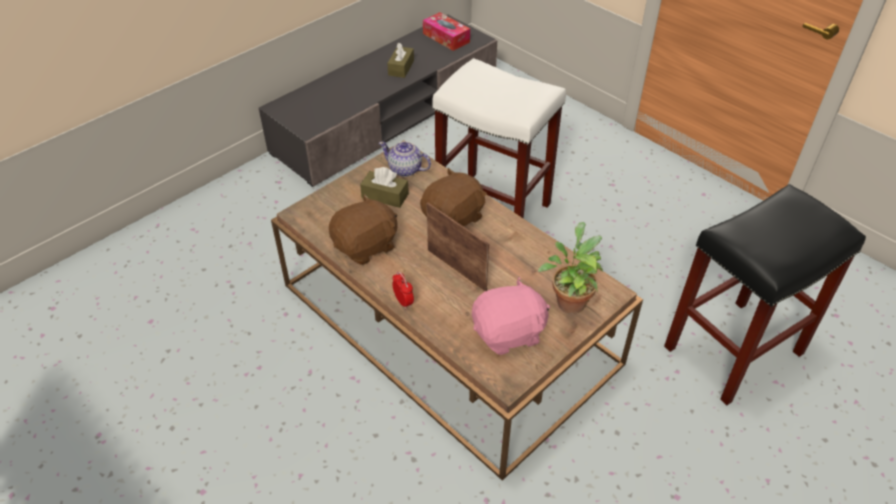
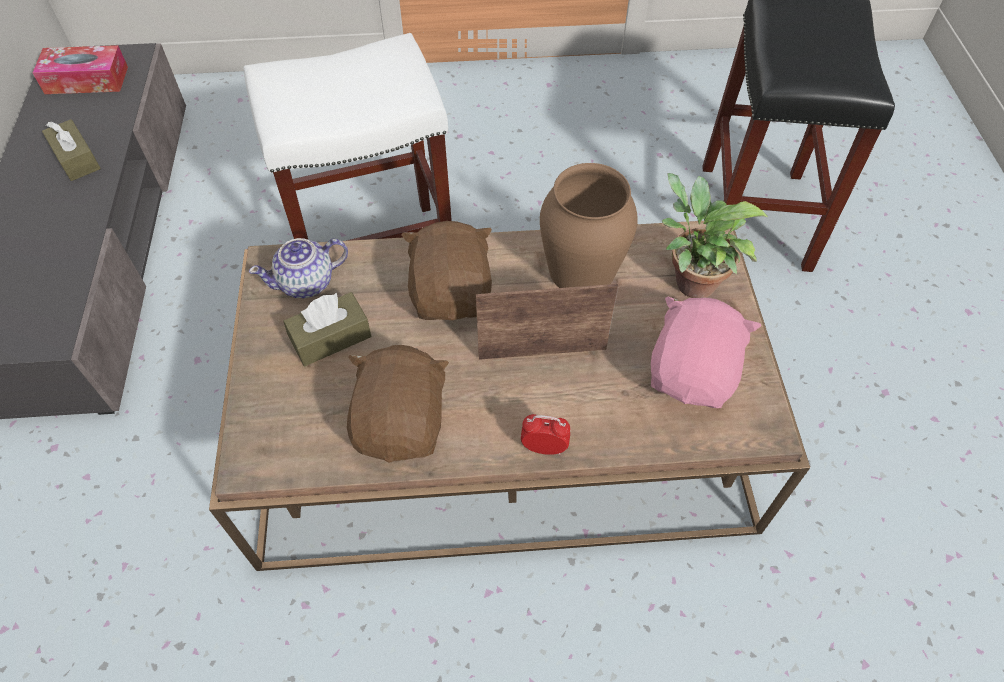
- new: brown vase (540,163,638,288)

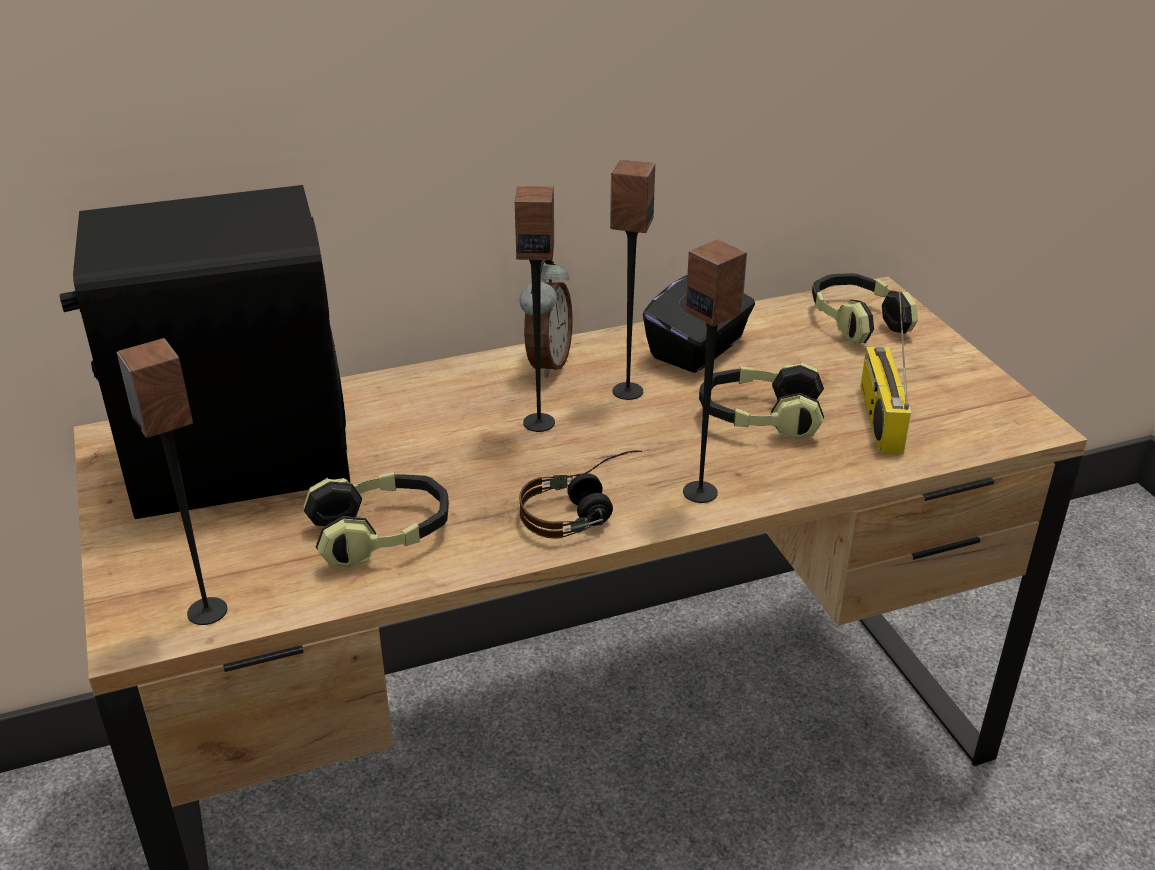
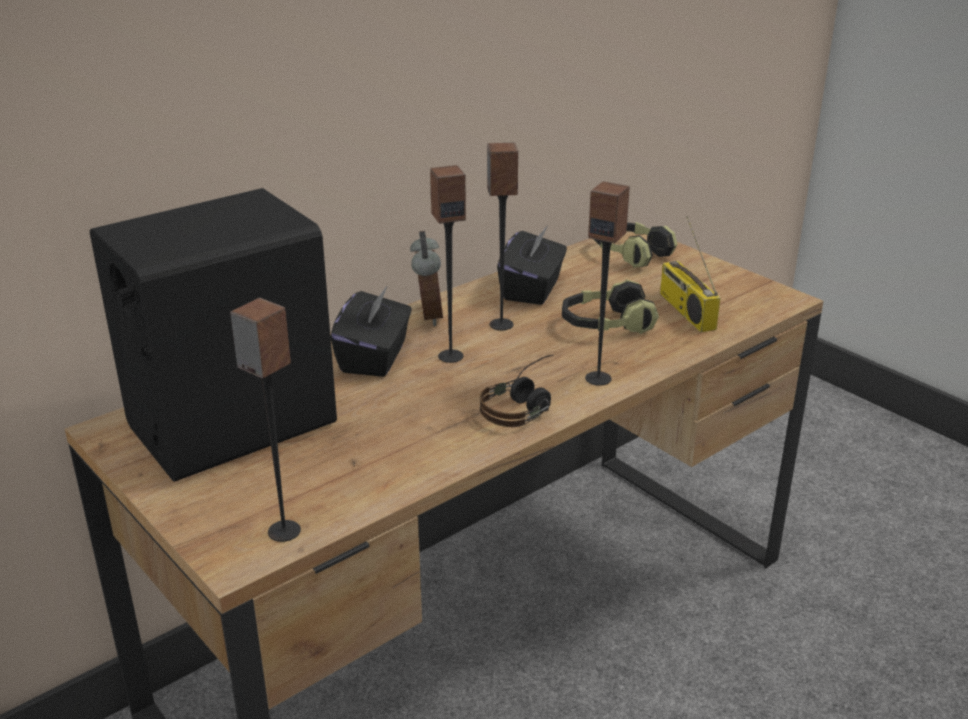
- gone: headphones (304,472,449,568)
- new: black tissue box (330,285,412,377)

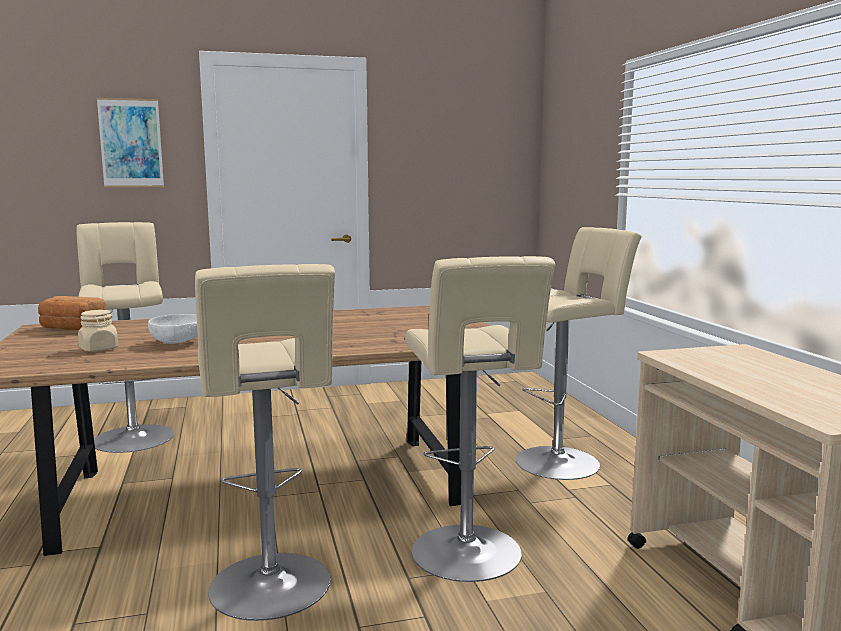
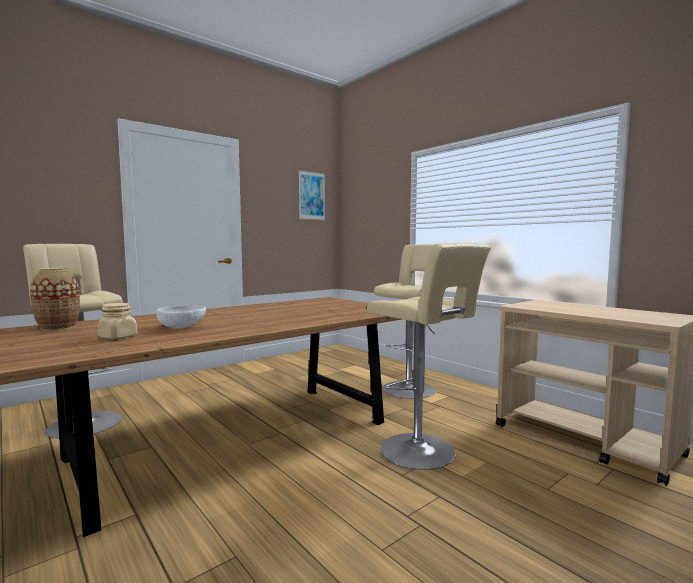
- shifted: picture (97,98,164,187) to (298,170,325,221)
- gone: beige stool (195,264,335,621)
- swapped: bread (38,296,106,330) to vase (30,268,80,331)

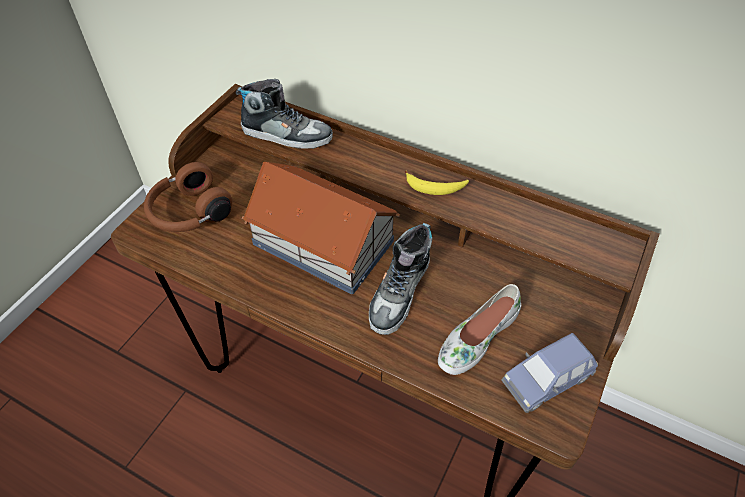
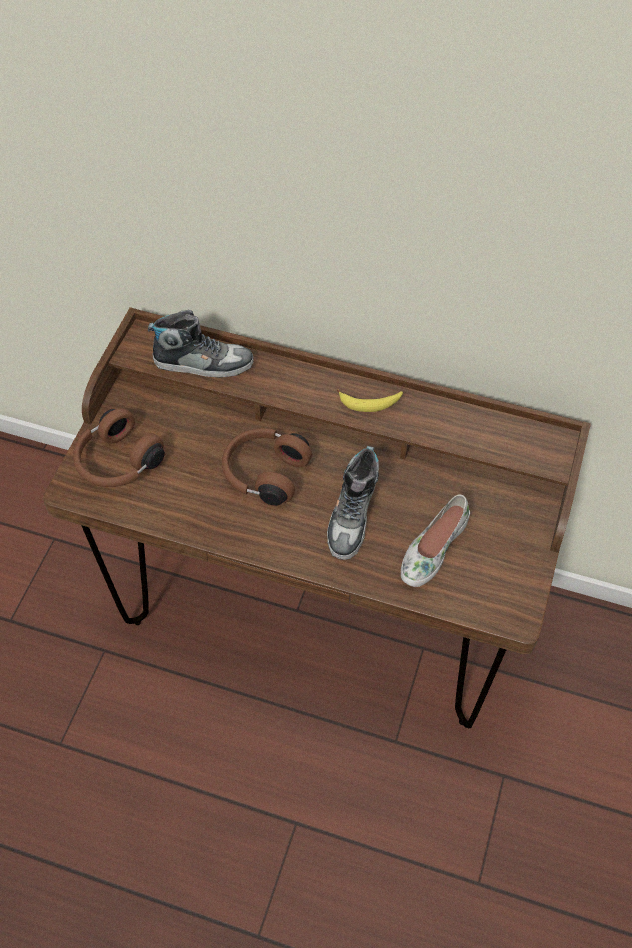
- swapped: toy house (242,162,400,294) to brown headphones (222,428,312,506)
- gone: blue toy car (501,333,598,413)

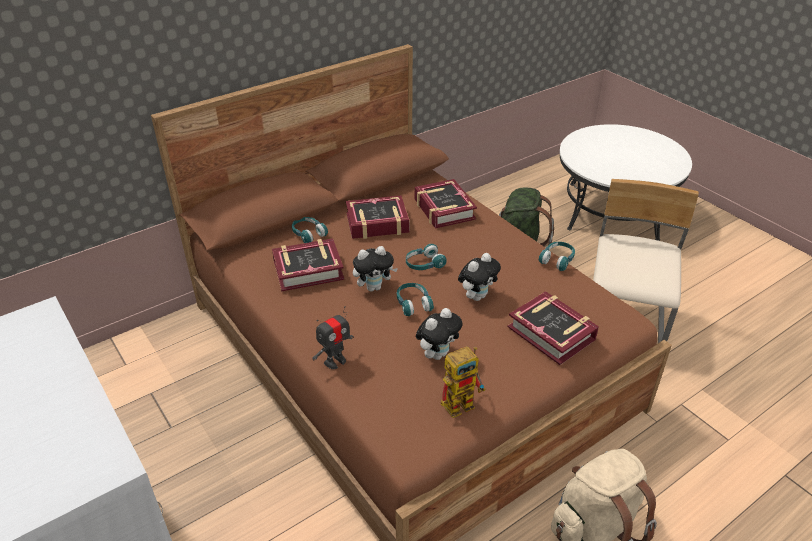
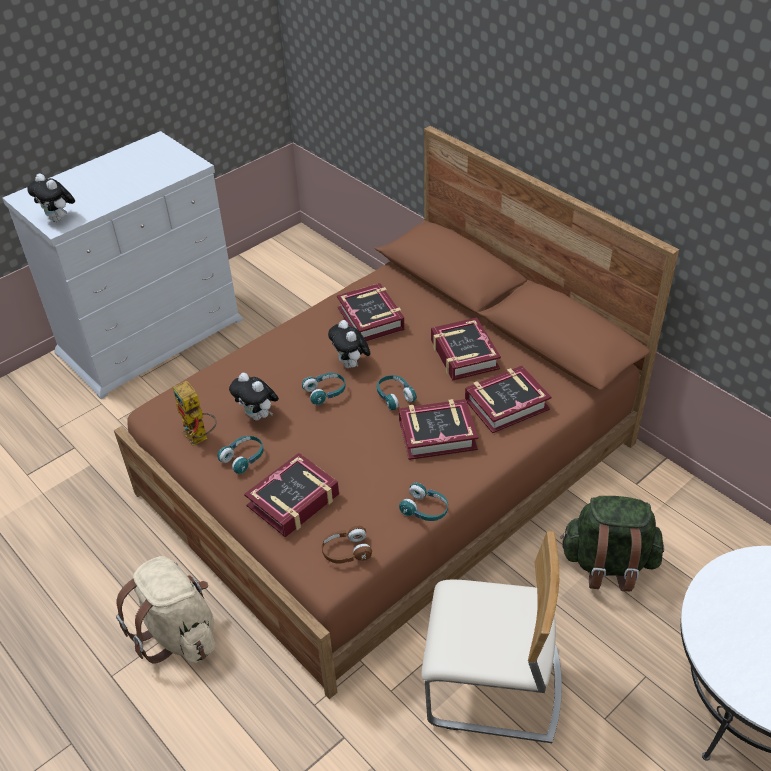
- shifted: turquoise headphones (292,217,328,243) to (217,436,264,474)
- shifted: plush toy (458,253,501,301) to (27,173,75,222)
- gone: toy robot (312,306,354,369)
- new: book (399,399,478,460)
- new: brown headphones (322,526,372,564)

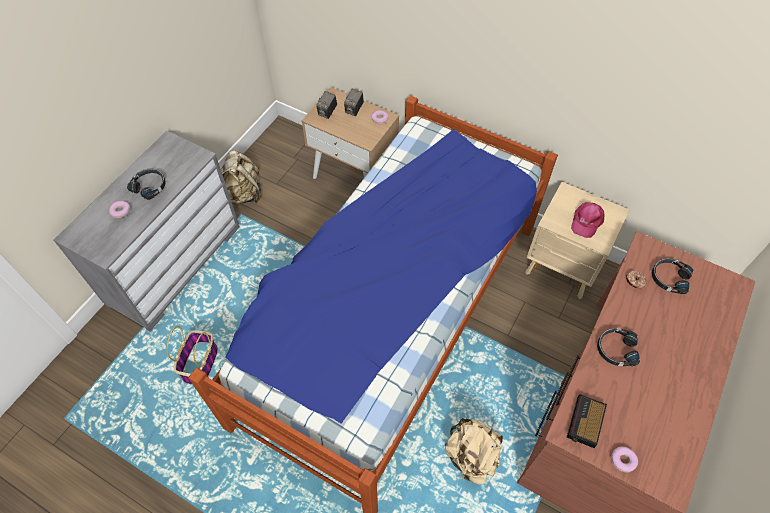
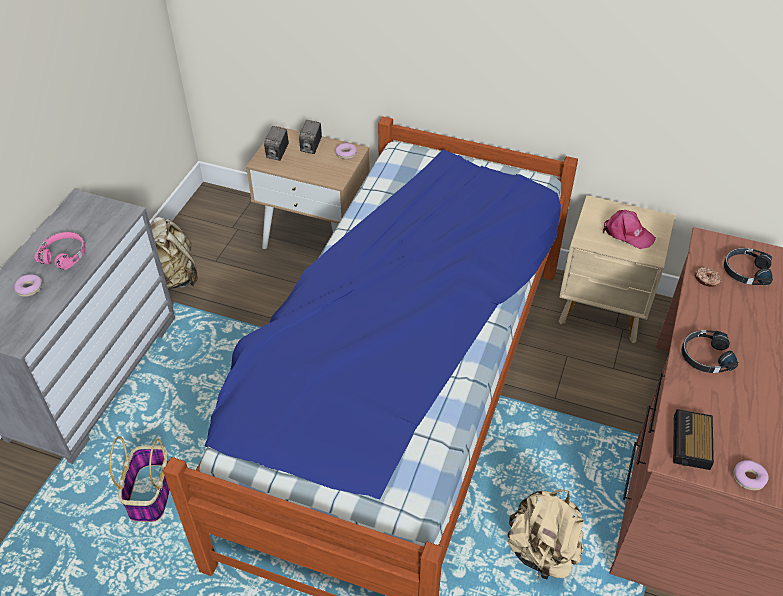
- repainted: black headphones (127,169,166,200) to pink headphones (34,232,86,270)
- rotated: pink cap (571,202,604,238) = (603,210,656,249) 75 degrees counterclockwise

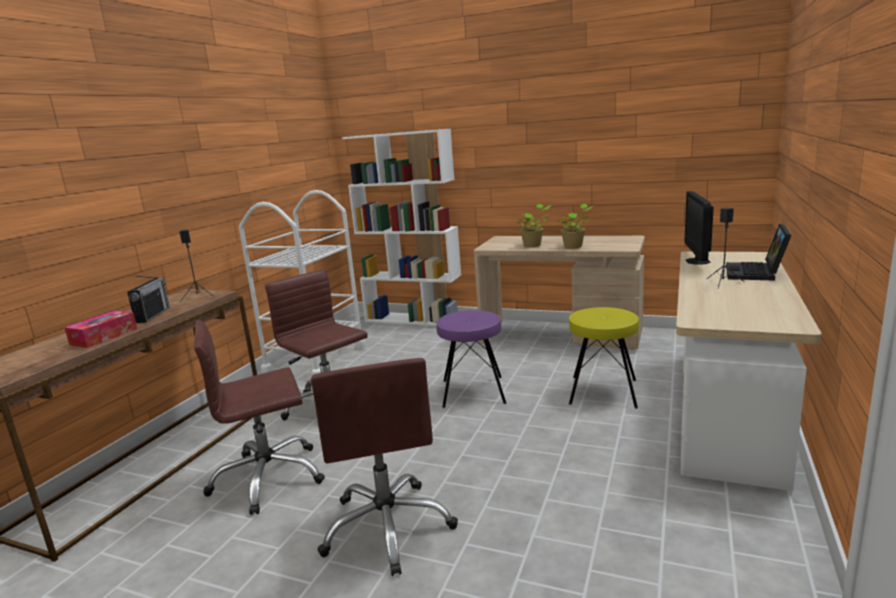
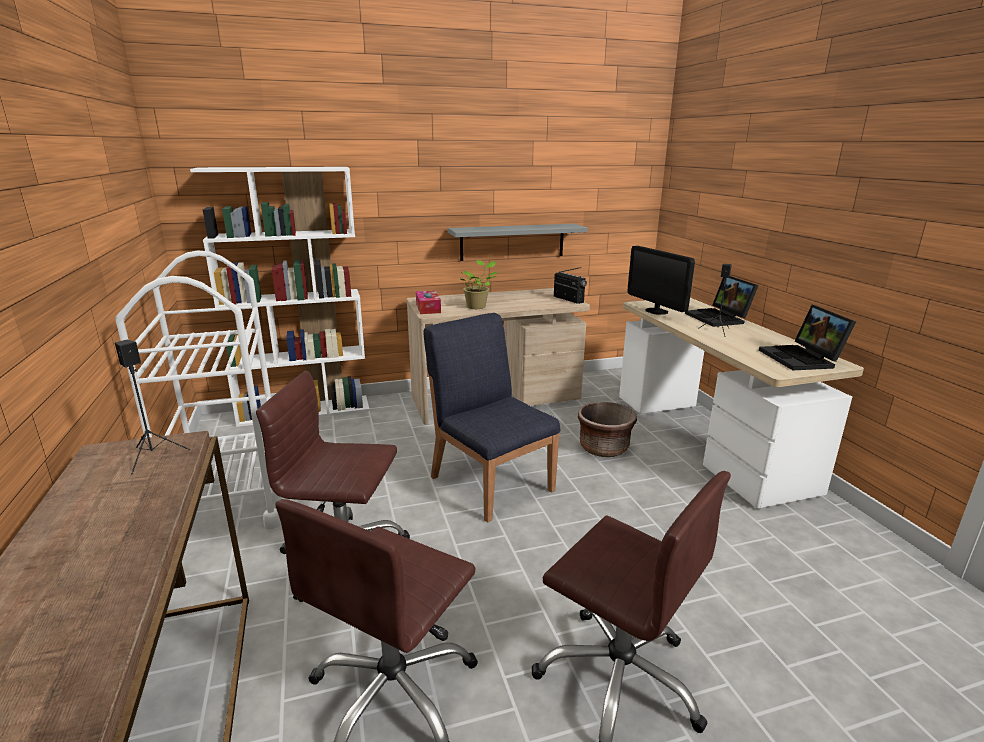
- gone: potted plant (555,204,593,249)
- shifted: radio (127,275,170,323) to (554,267,587,304)
- swapped: yellow stool (569,307,639,409) to brown planter (578,402,637,457)
- shifted: tissue box (64,310,137,348) to (416,290,441,314)
- swapped: purple stool (436,310,506,408) to blue chair (423,313,560,523)
- new: grey shelf (448,224,588,261)
- new: laptop (759,305,856,370)

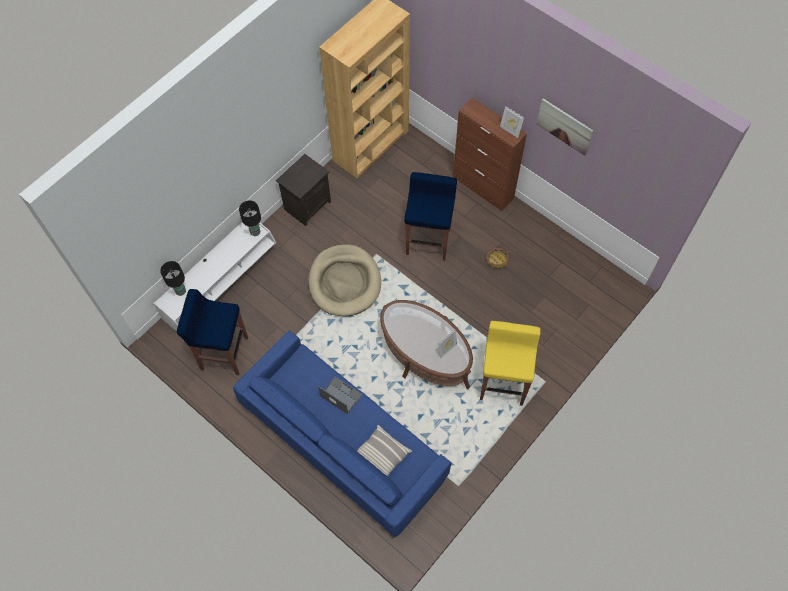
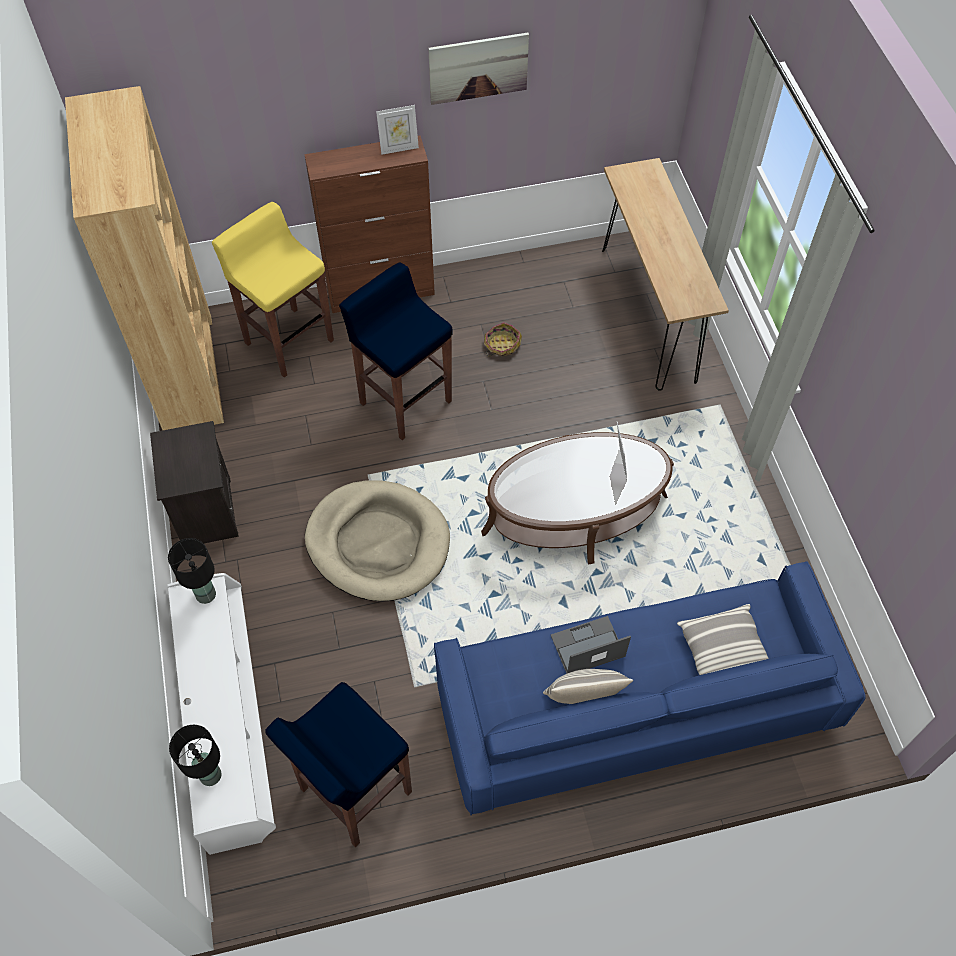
- shifted: yellow stool (480,321,540,406) to (212,202,334,377)
- new: brown console table (602,158,729,391)
- new: pillow (543,669,633,704)

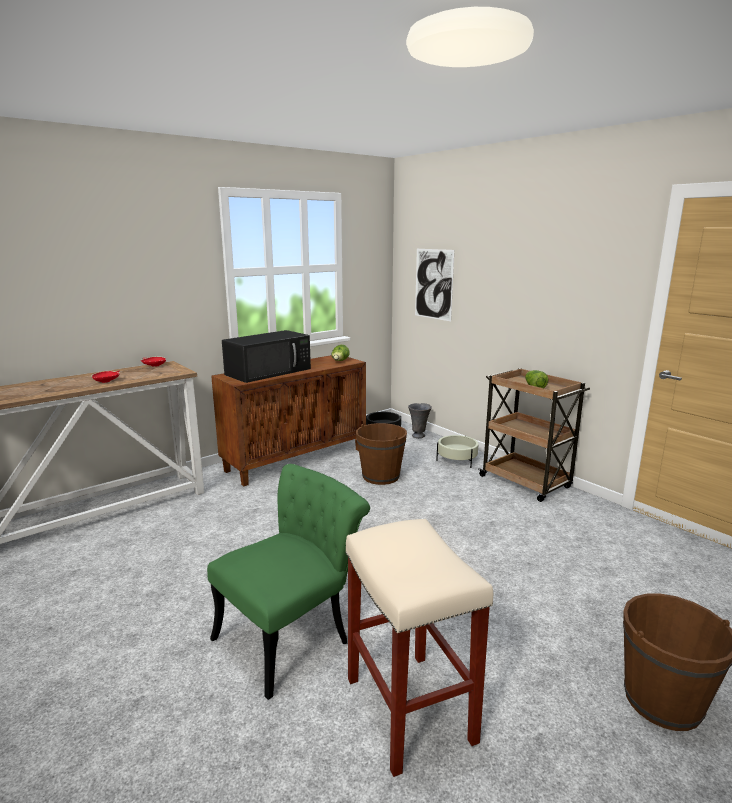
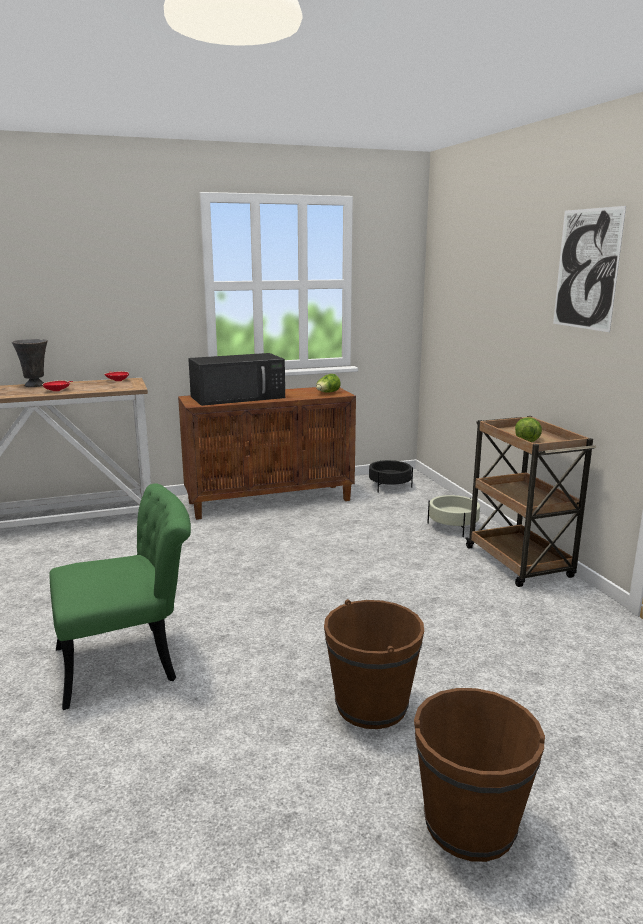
- shifted: picture (415,249,454,321) to (553,206,626,332)
- shifted: grey vase (408,403,432,438) to (12,339,48,387)
- shifted: brown bucket (356,423,407,485) to (324,599,424,729)
- gone: beige stool (345,519,493,777)

